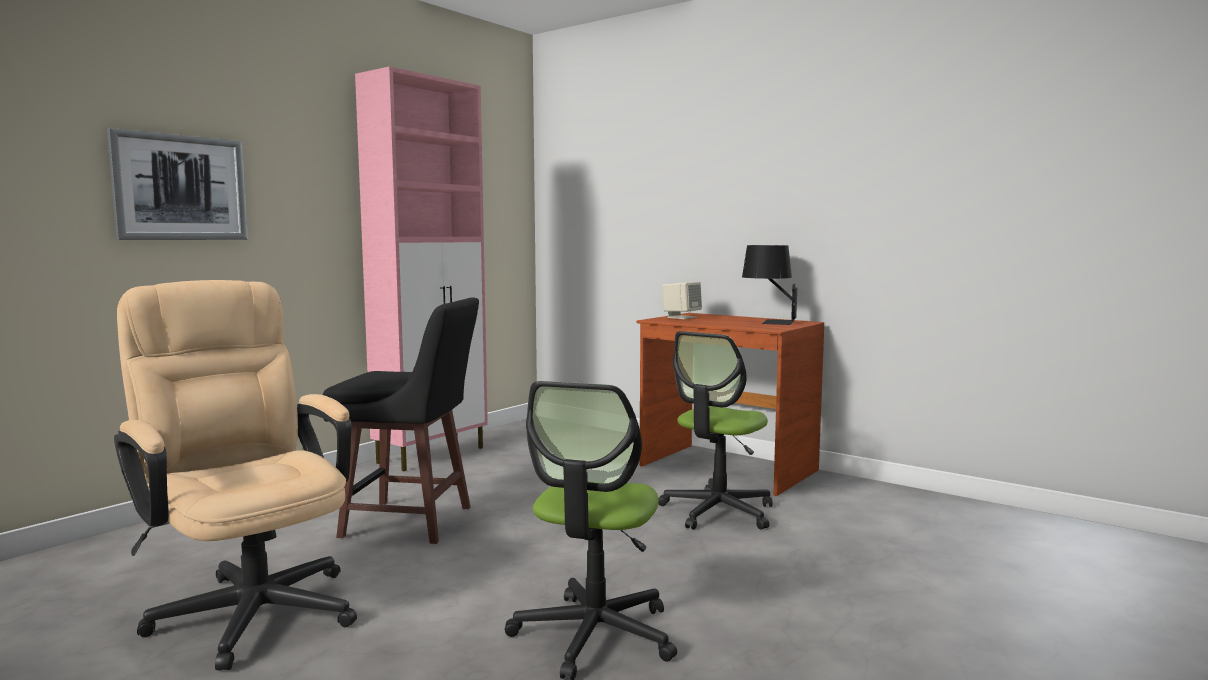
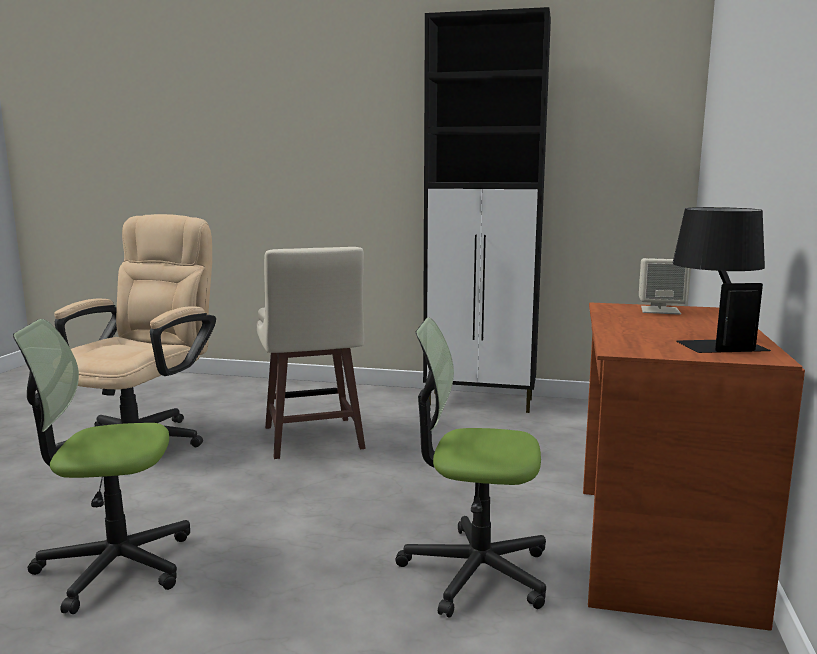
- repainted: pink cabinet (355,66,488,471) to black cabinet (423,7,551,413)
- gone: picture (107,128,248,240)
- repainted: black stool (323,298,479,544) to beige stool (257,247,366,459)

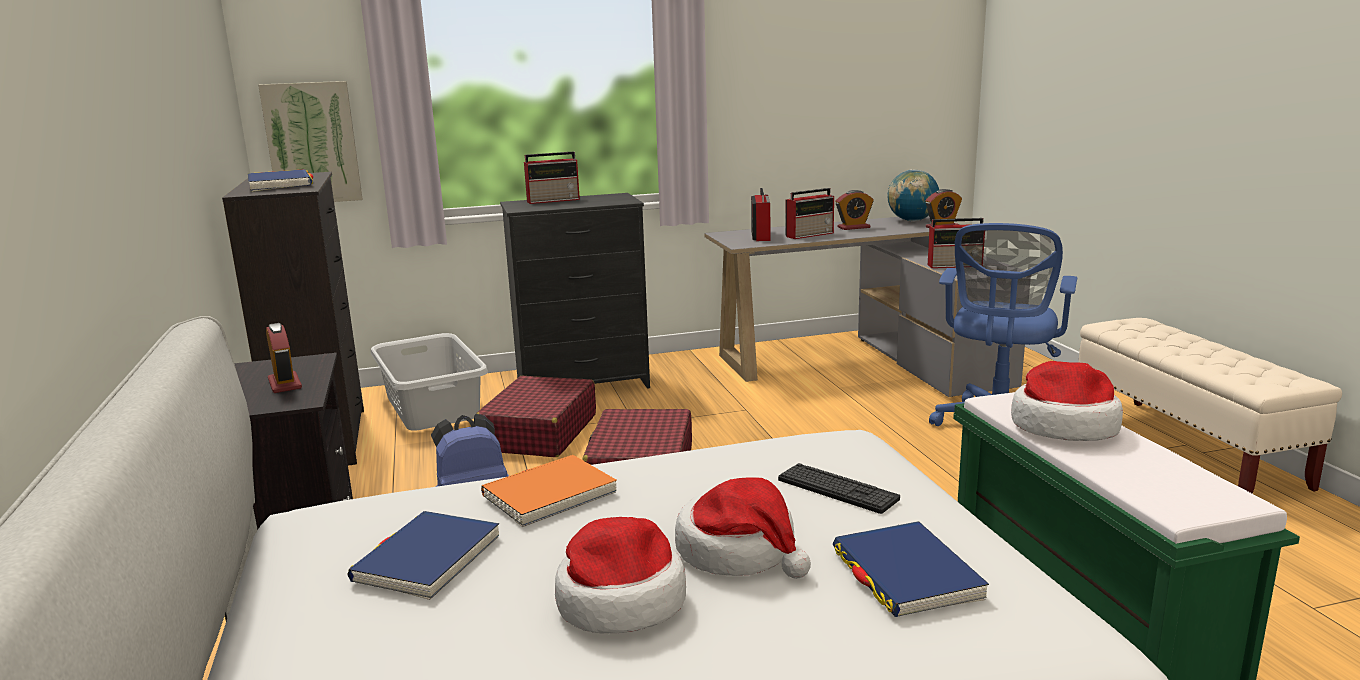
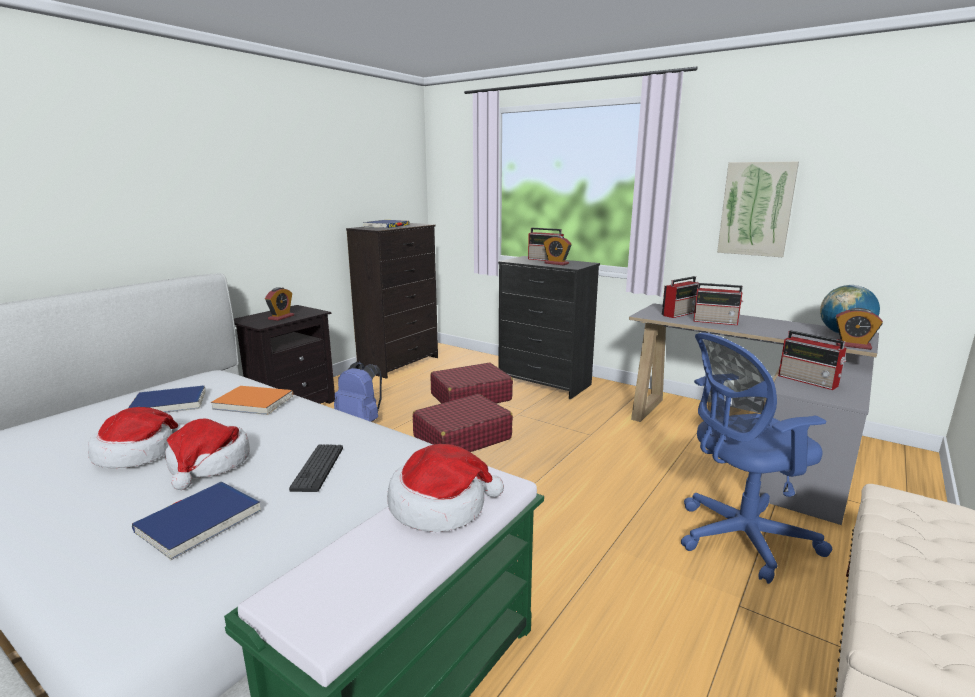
- shifted: picture (258,81,362,202) to (717,162,799,257)
- shifted: alarm clock (835,190,874,230) to (544,235,571,265)
- gone: grey laundry basket (371,333,488,431)

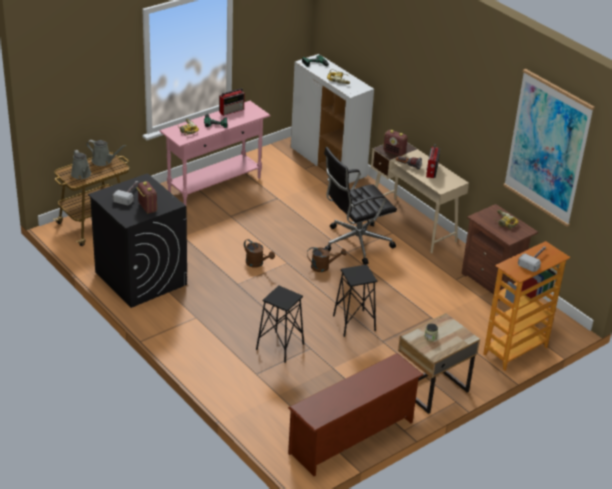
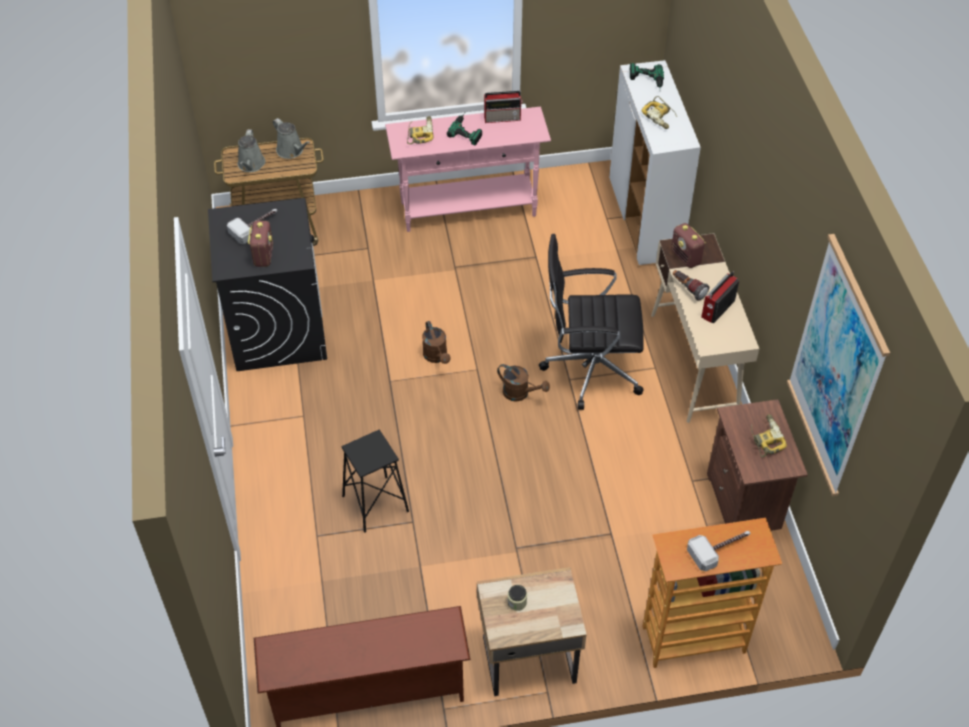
- gone: black stool (333,264,377,337)

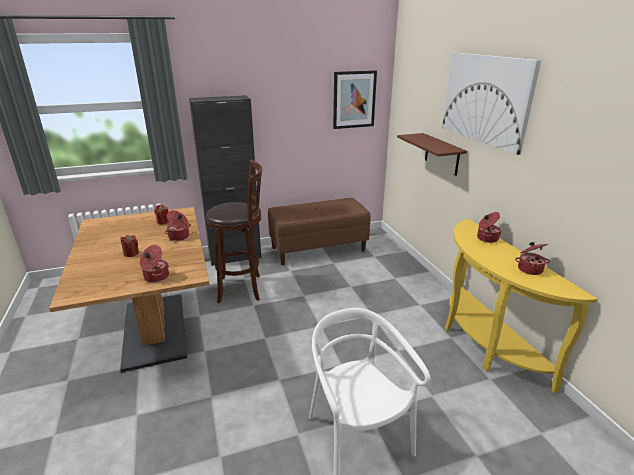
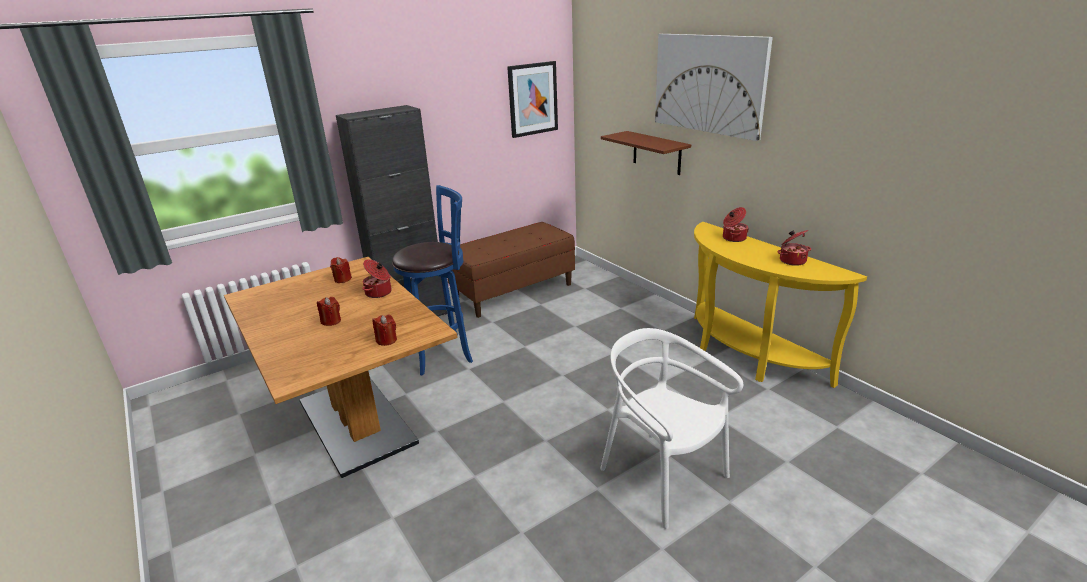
- repainted: brown stool (206,160,262,303) to blue stool (392,185,473,376)
- swapped: cooking pot (140,245,169,282) to red candle (372,314,397,346)

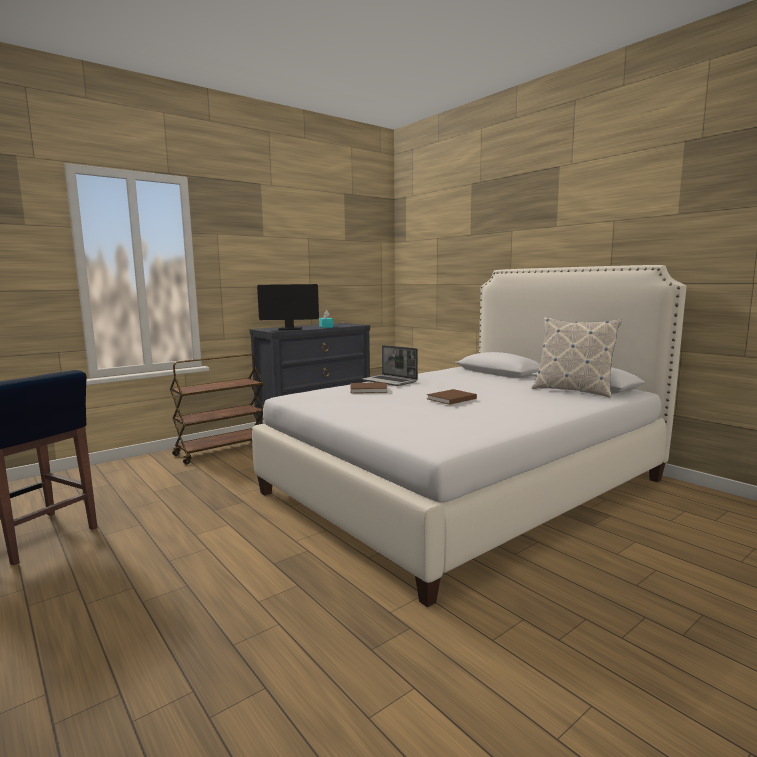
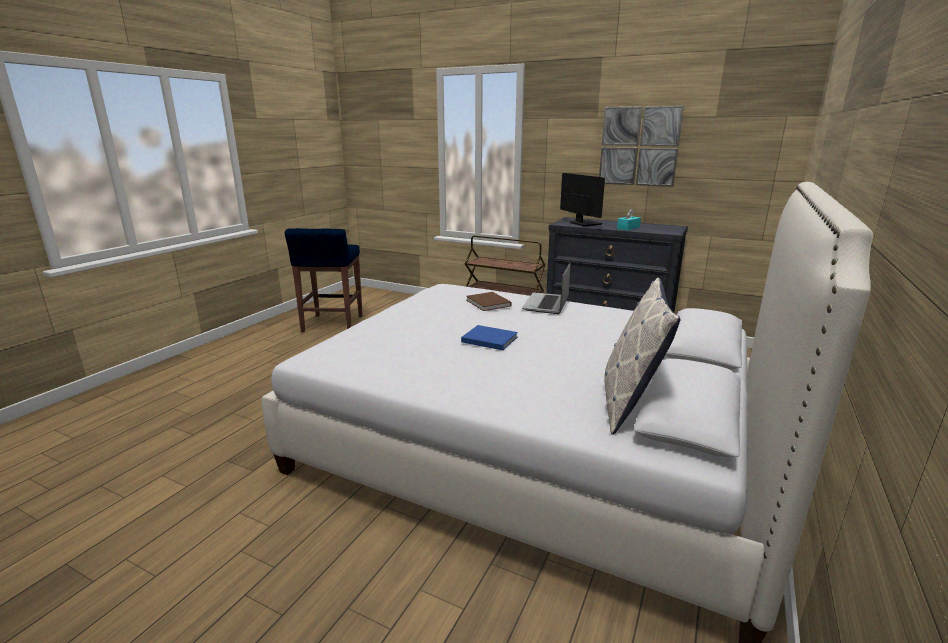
- repainted: brown book (427,389,477,405) to blue book (461,325,518,350)
- new: picture (599,106,684,187)

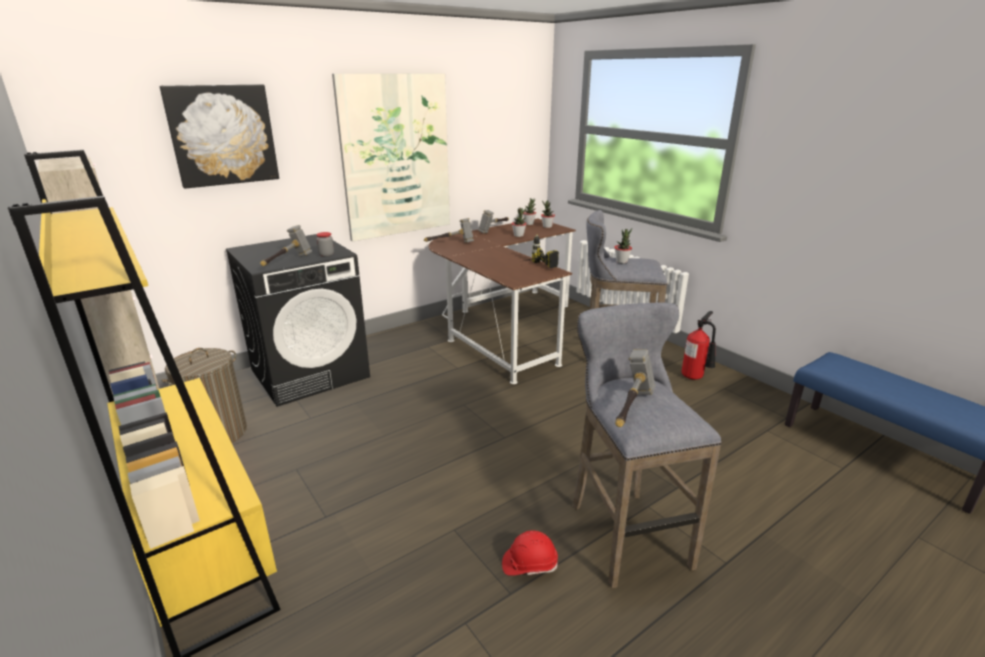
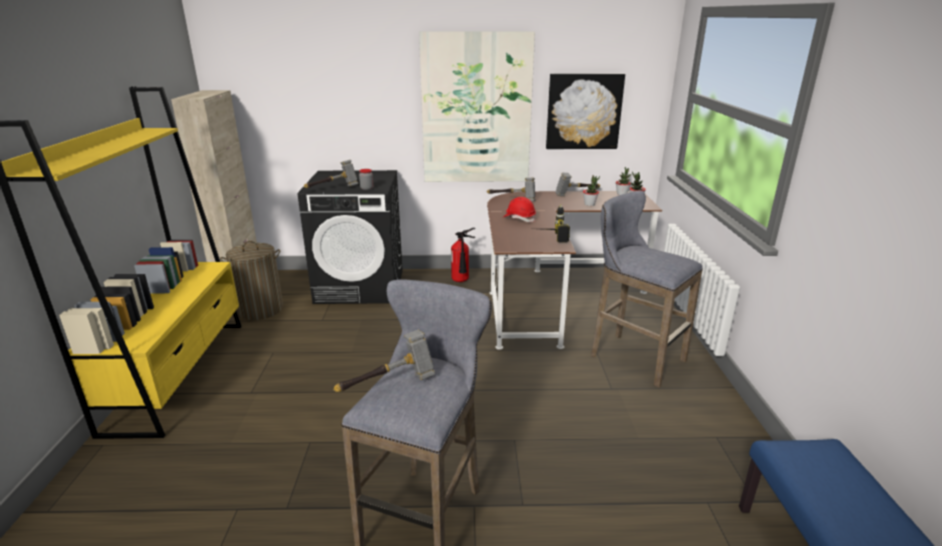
- shifted: picture (160,84,279,189) to (546,74,625,149)
- gone: potted plant (614,228,632,263)
- shifted: fire extinguisher (681,311,716,380) to (451,228,475,282)
- shifted: red hard hat (502,530,558,576) to (503,197,536,222)

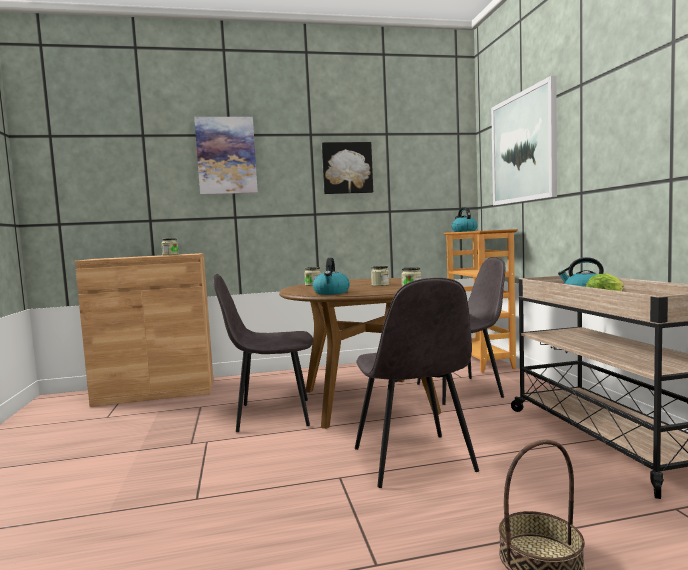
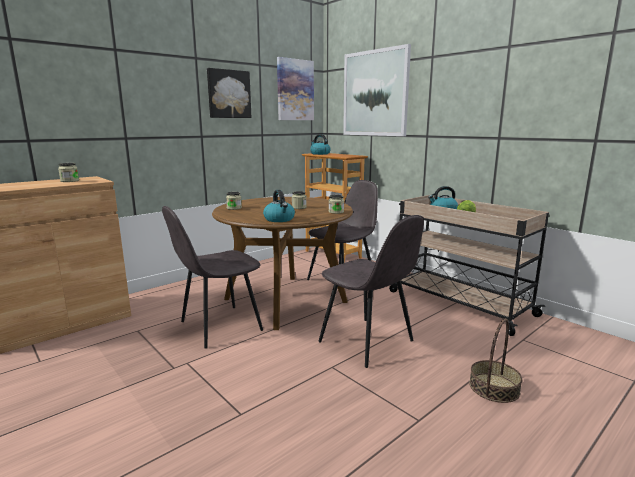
- shifted: picture (194,117,258,195) to (277,57,314,120)

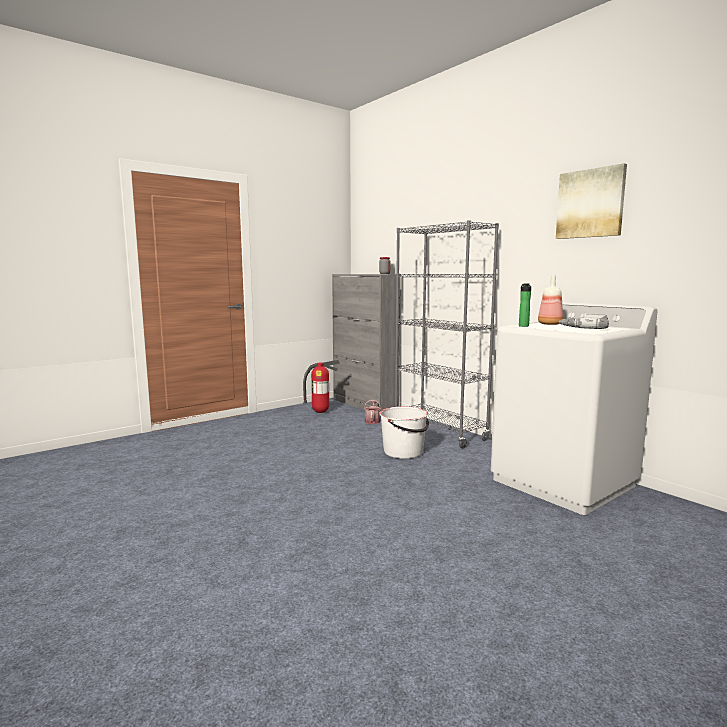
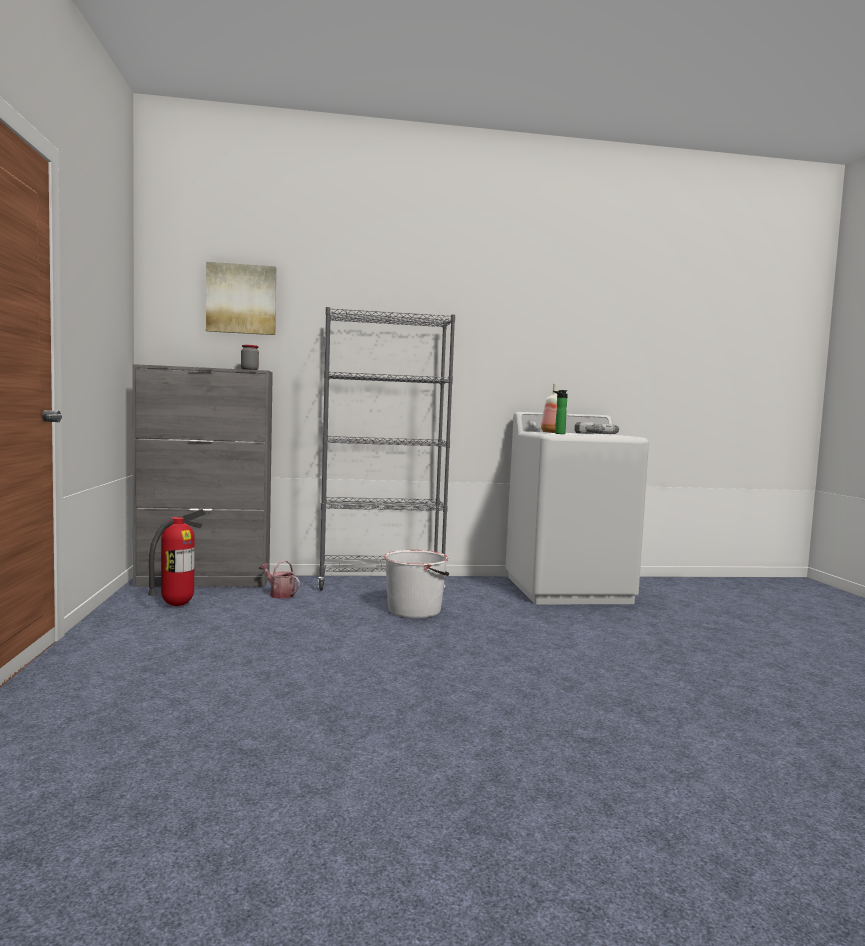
- shifted: picture (556,163,627,239) to (206,262,276,335)

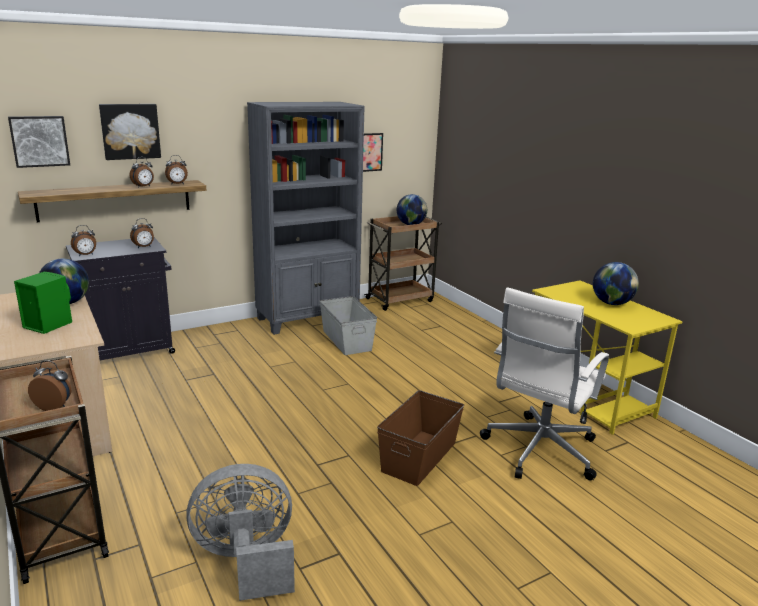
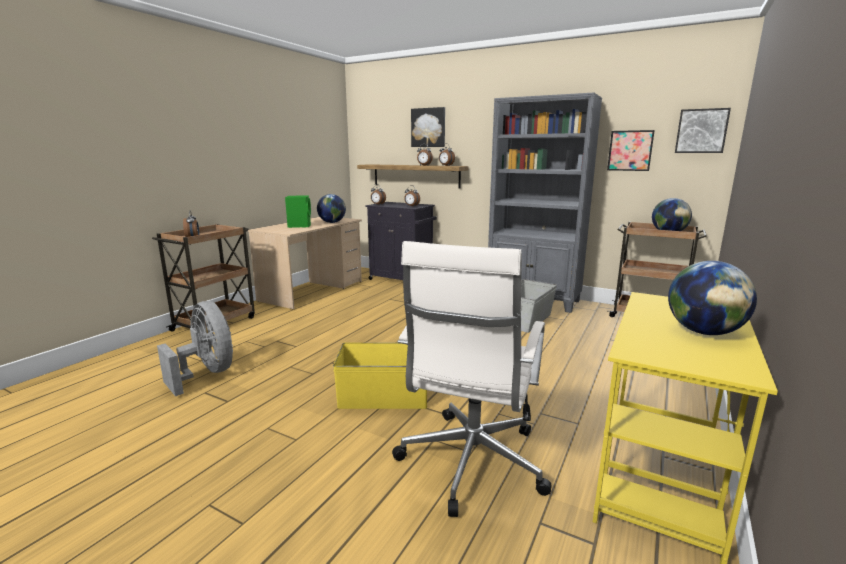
- shifted: picture (8,116,70,168) to (675,108,731,153)
- rotated: white office chair (480,287,609,480) = (392,241,551,517) 75 degrees counterclockwise
- repainted: brown storage box (377,390,464,486) to yellow storage box (333,342,427,409)

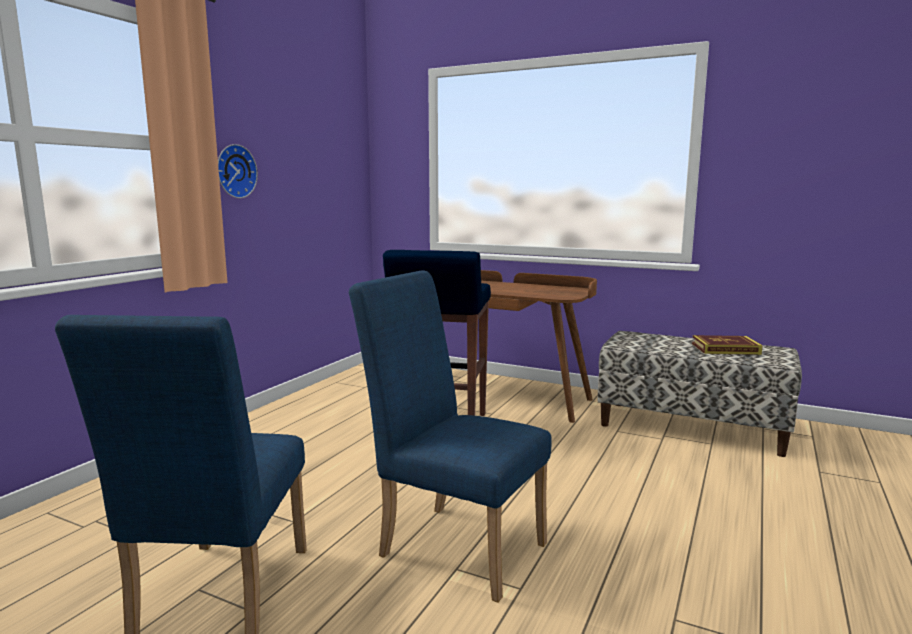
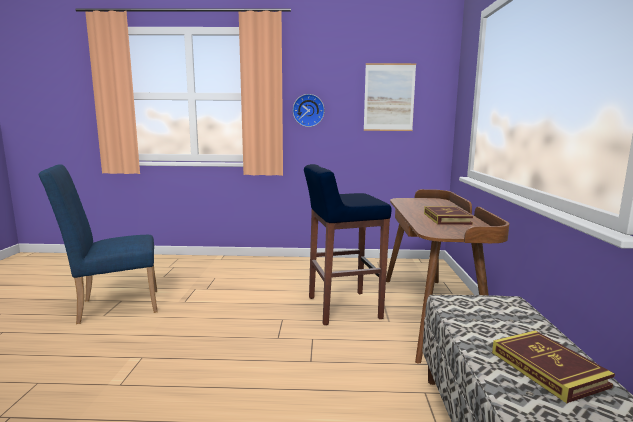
- gone: blue chair (349,270,552,603)
- new: picture (364,63,416,131)
- new: book (424,206,473,225)

